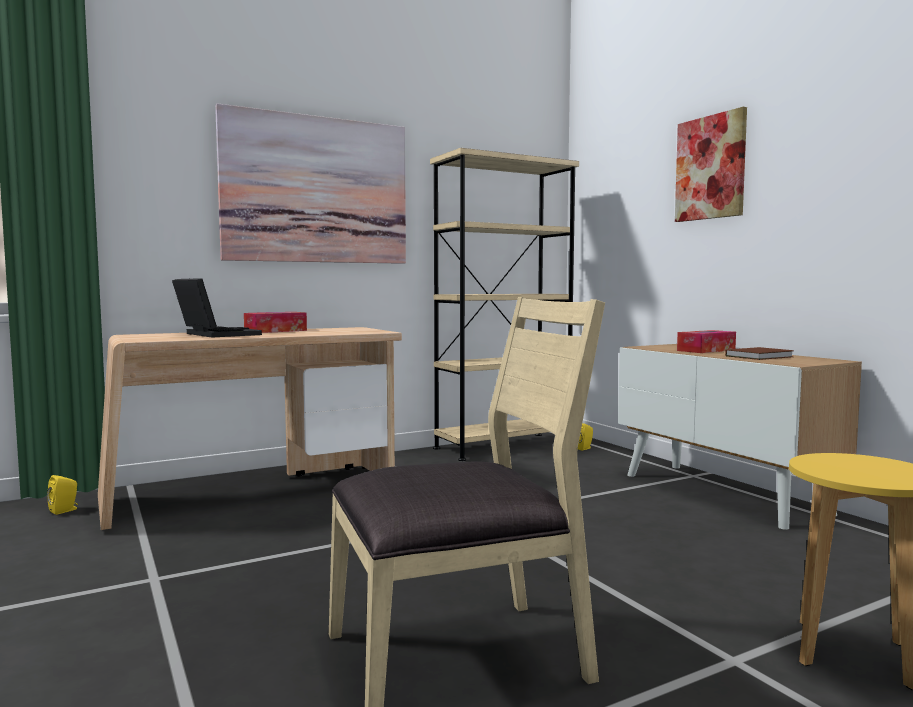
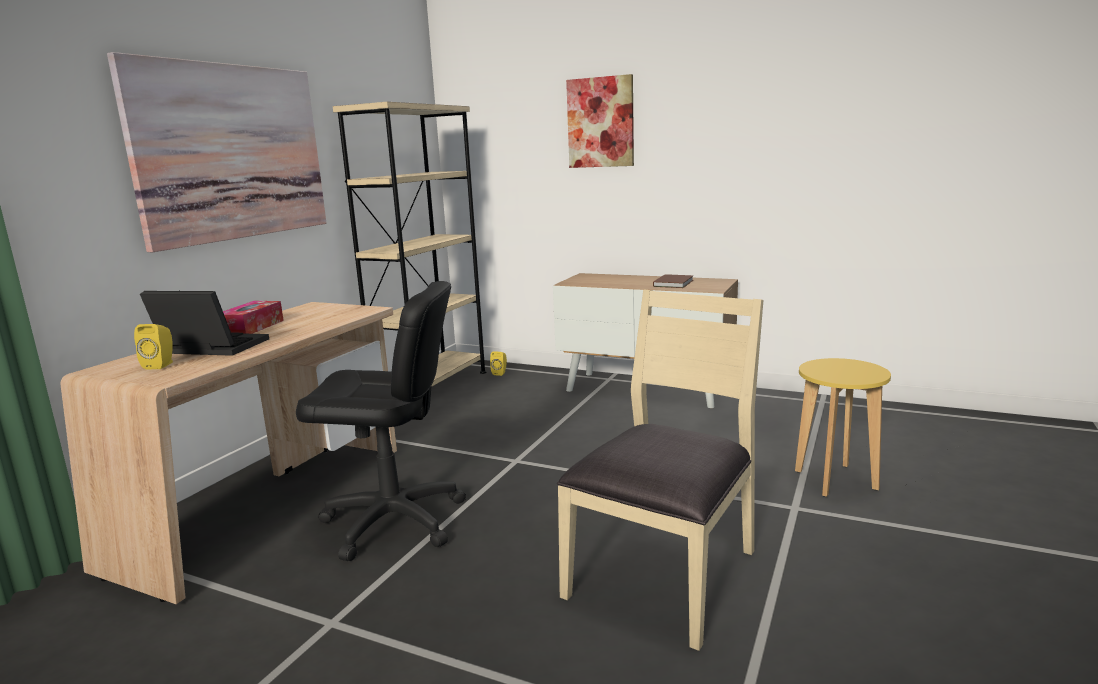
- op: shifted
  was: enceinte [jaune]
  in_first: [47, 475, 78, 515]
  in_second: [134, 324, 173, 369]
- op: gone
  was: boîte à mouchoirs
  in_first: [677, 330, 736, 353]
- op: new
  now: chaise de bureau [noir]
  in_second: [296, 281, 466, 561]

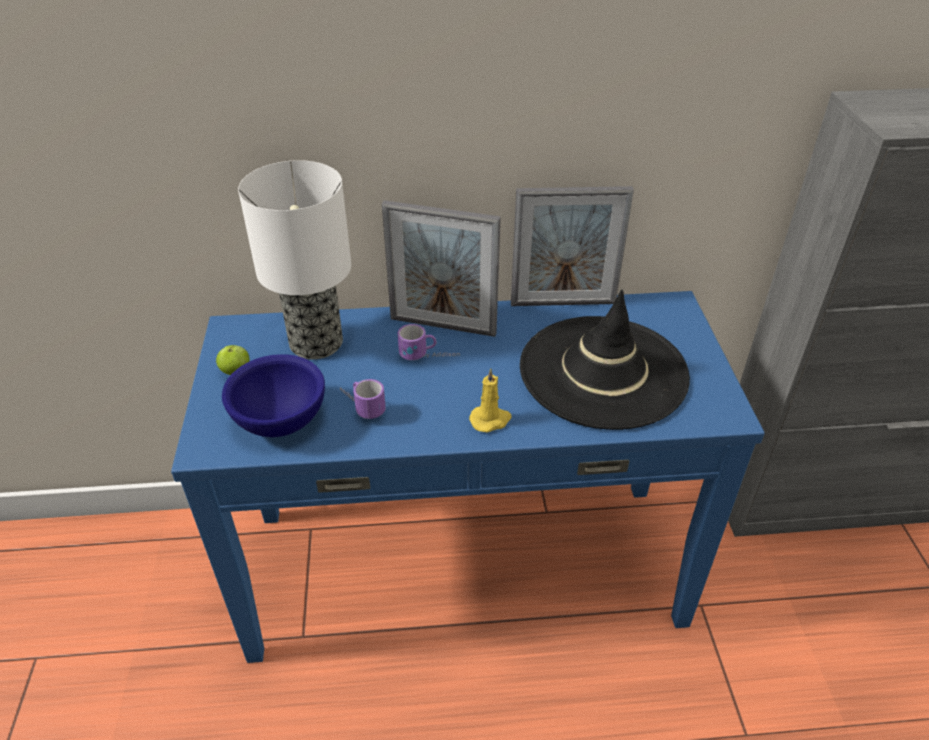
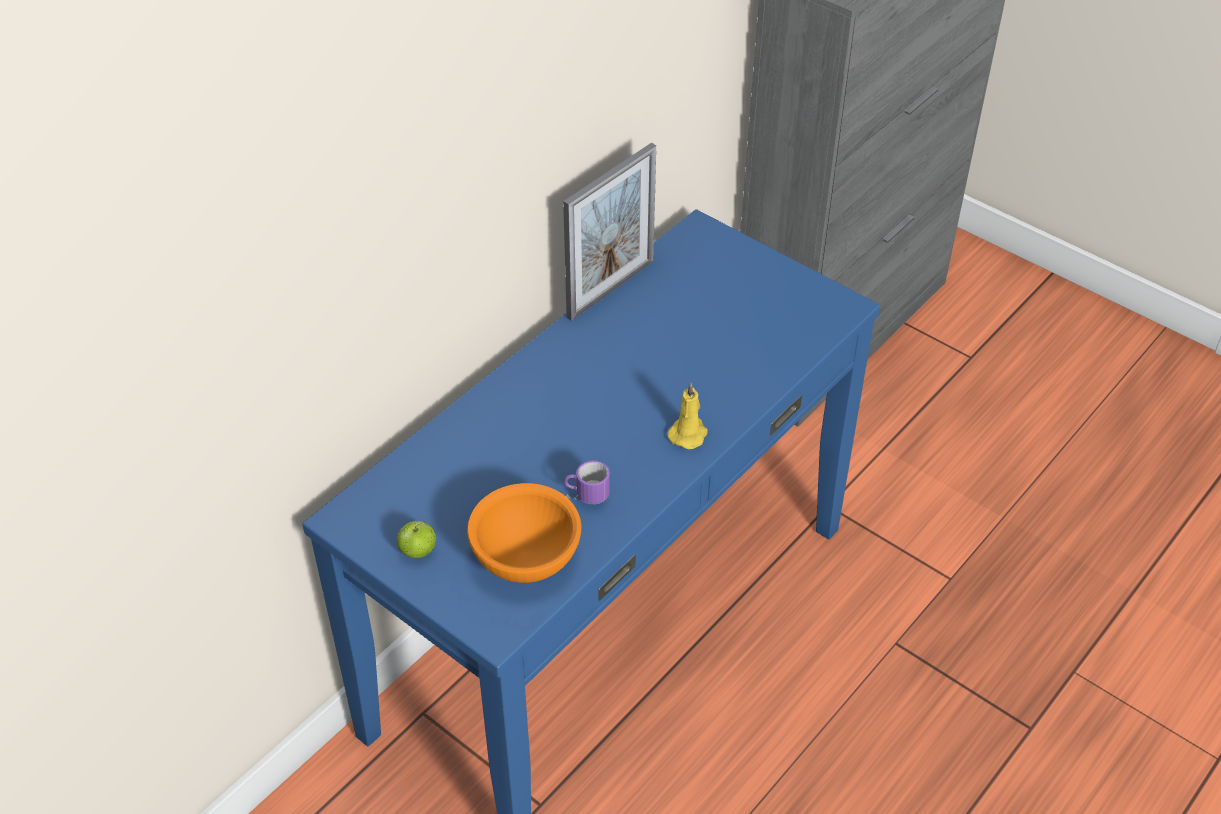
- op: repainted
  was: bol [bleu]
  now: bol [orange]
  in_first: [222, 354, 325, 437]
  in_second: [467, 483, 581, 583]
- op: gone
  was: lampe de table
  in_first: [238, 160, 351, 359]
- op: gone
  was: cadre photo
  in_first: [382, 200, 501, 337]
- op: gone
  was: mug
  in_first: [398, 324, 460, 360]
- op: gone
  was: chapeau [noir]
  in_first: [520, 290, 690, 430]

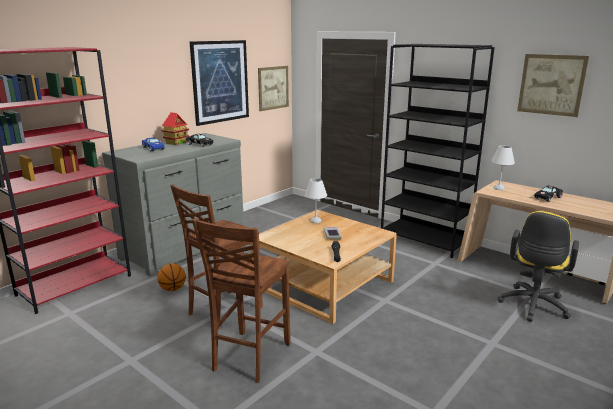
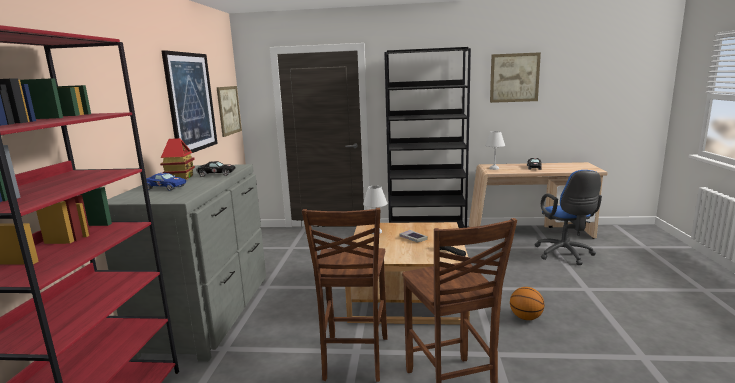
- op: shifted
  was: ballon de basket
  in_first: [157, 263, 186, 291]
  in_second: [510, 287, 544, 320]
- op: repainted
  was: chaise de bureau [jaune]
  now: chaise de bureau [bleu]
  in_first: [497, 211, 579, 322]
  in_second: [535, 170, 602, 265]

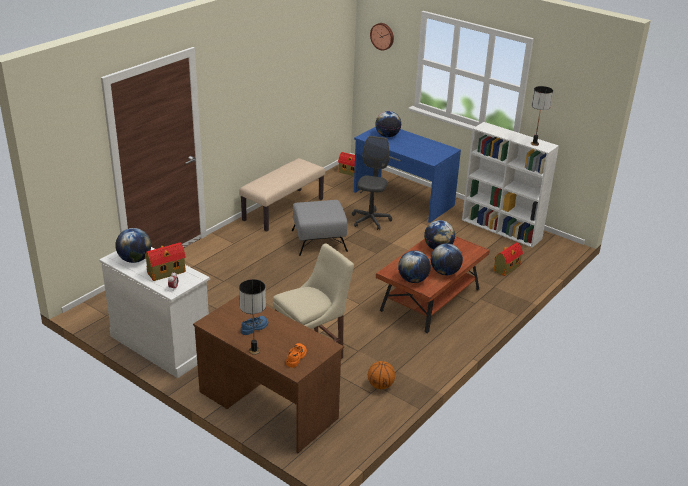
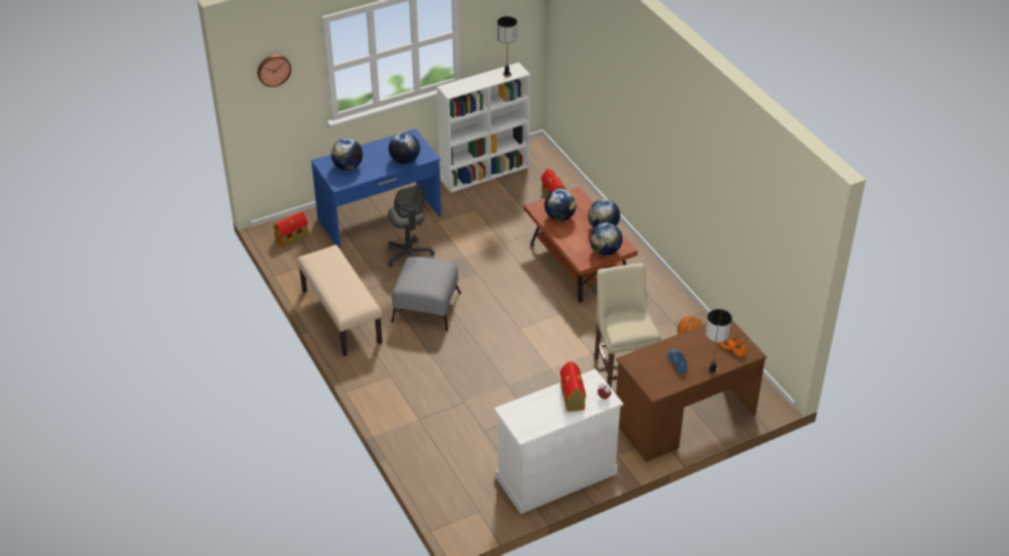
- op: shifted
  was: globe
  in_first: [115, 228, 151, 263]
  in_second: [389, 132, 420, 164]
- op: rotated
  was: chaise de bureau [gris]
  in_first: [352, 136, 392, 230]
  in_second: [388, 184, 435, 267]
  clockwise: -150

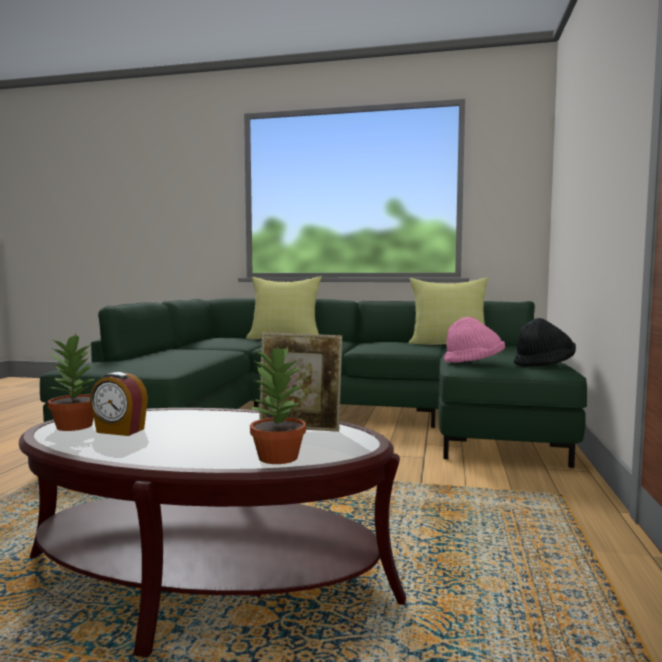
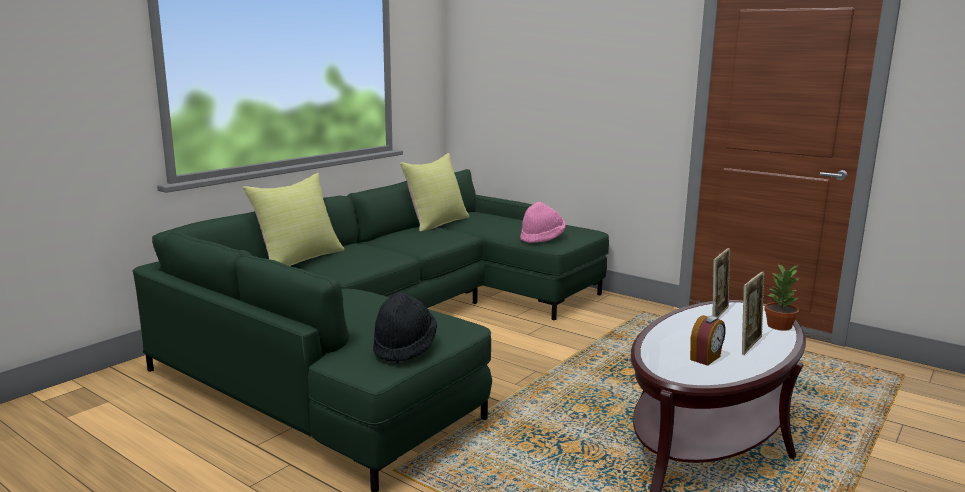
- op: gone
  was: plante en pot
  in_first: [48, 334, 94, 431]
- op: shifted
  was: chapeau [noir]
  in_first: [514, 318, 576, 367]
  in_second: [373, 292, 437, 363]
- op: new
  now: cadre photo
  in_second: [742, 272, 765, 355]

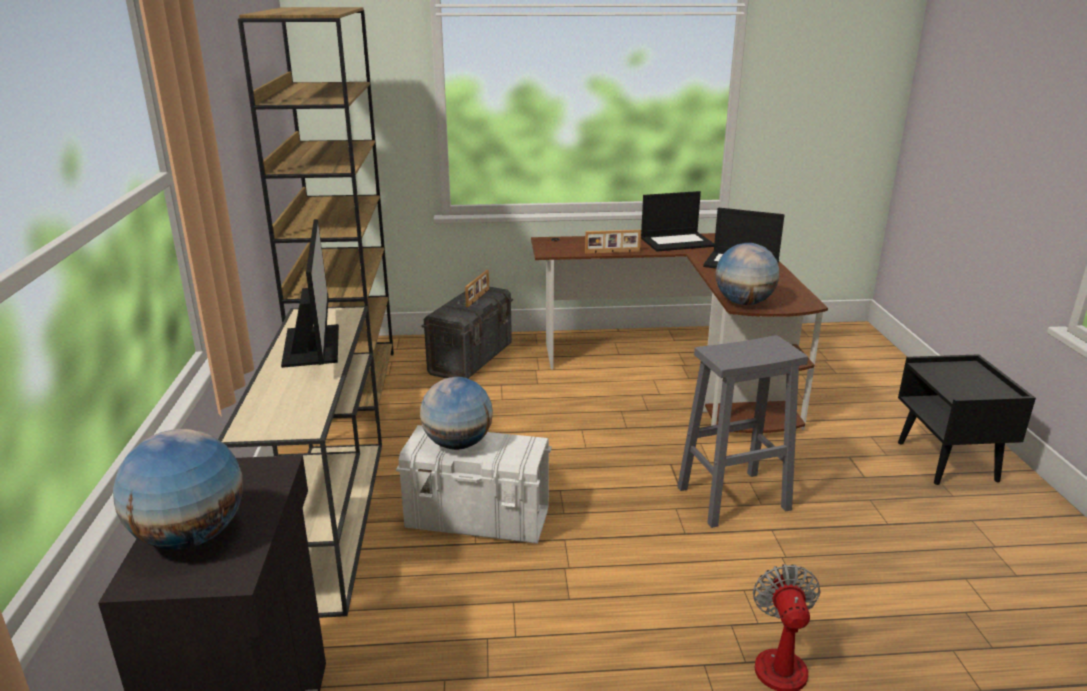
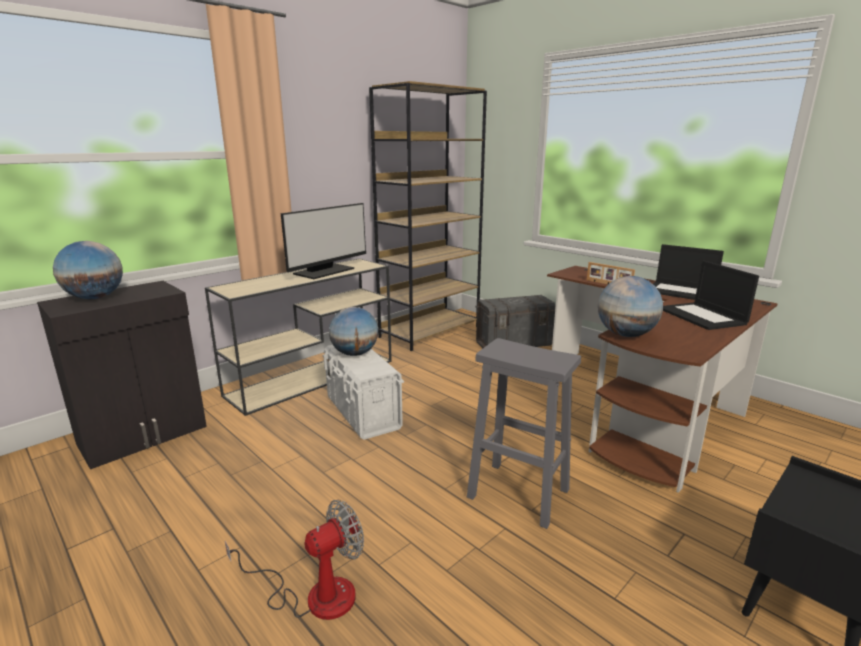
- op: gone
  was: cadre photo
  in_first: [465, 270, 489, 307]

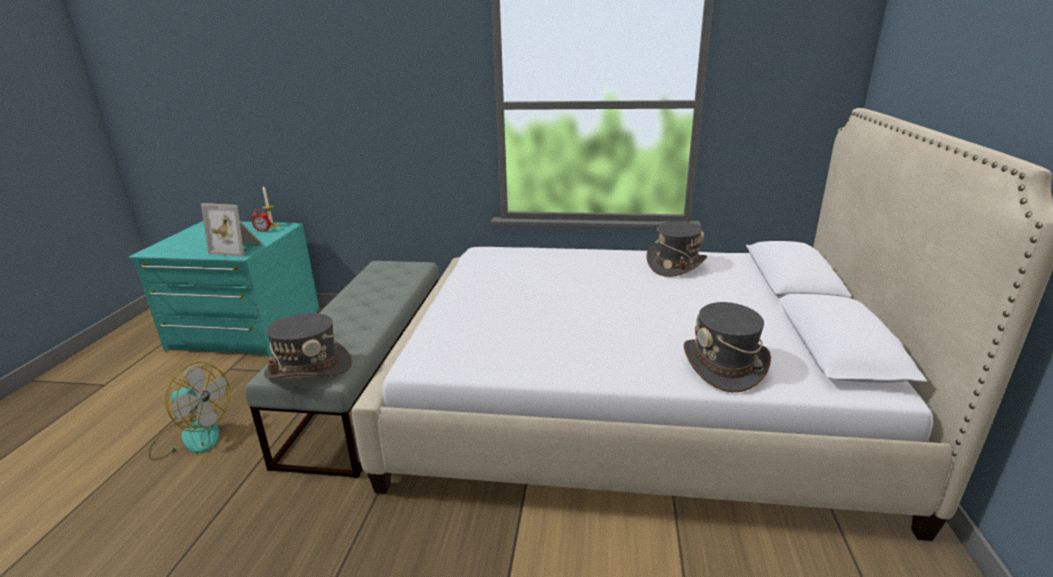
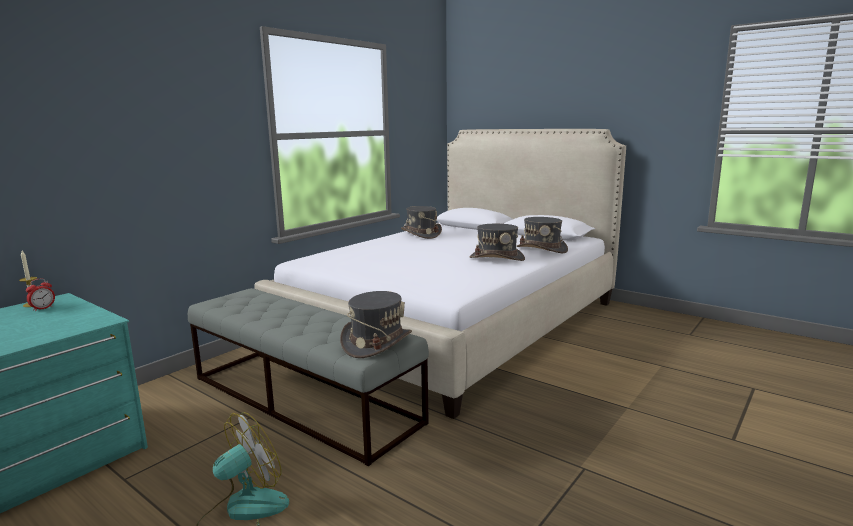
- op: gone
  was: cadre photo
  in_first: [201, 203, 262, 257]
- op: new
  now: chapeau [gris]
  in_second: [470, 224, 525, 261]

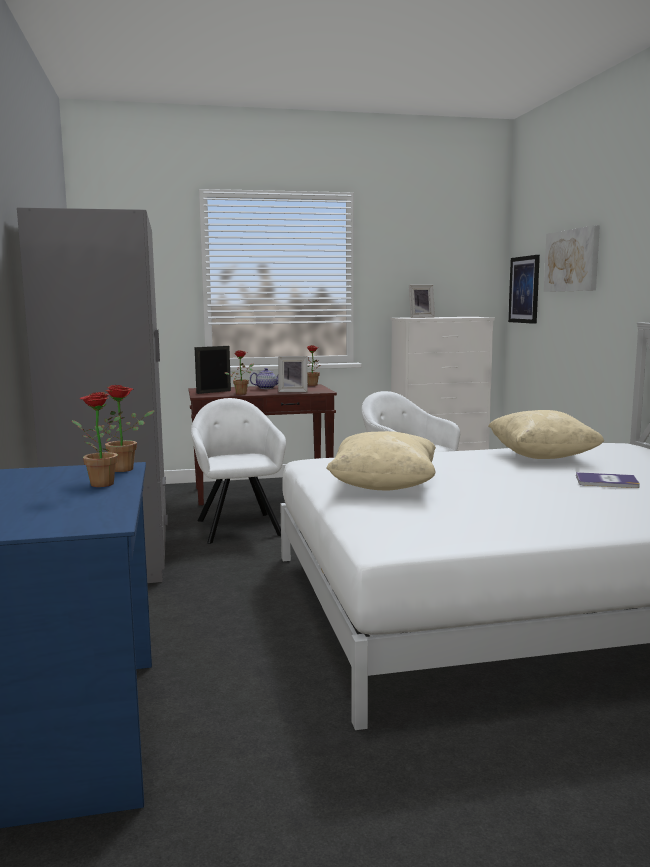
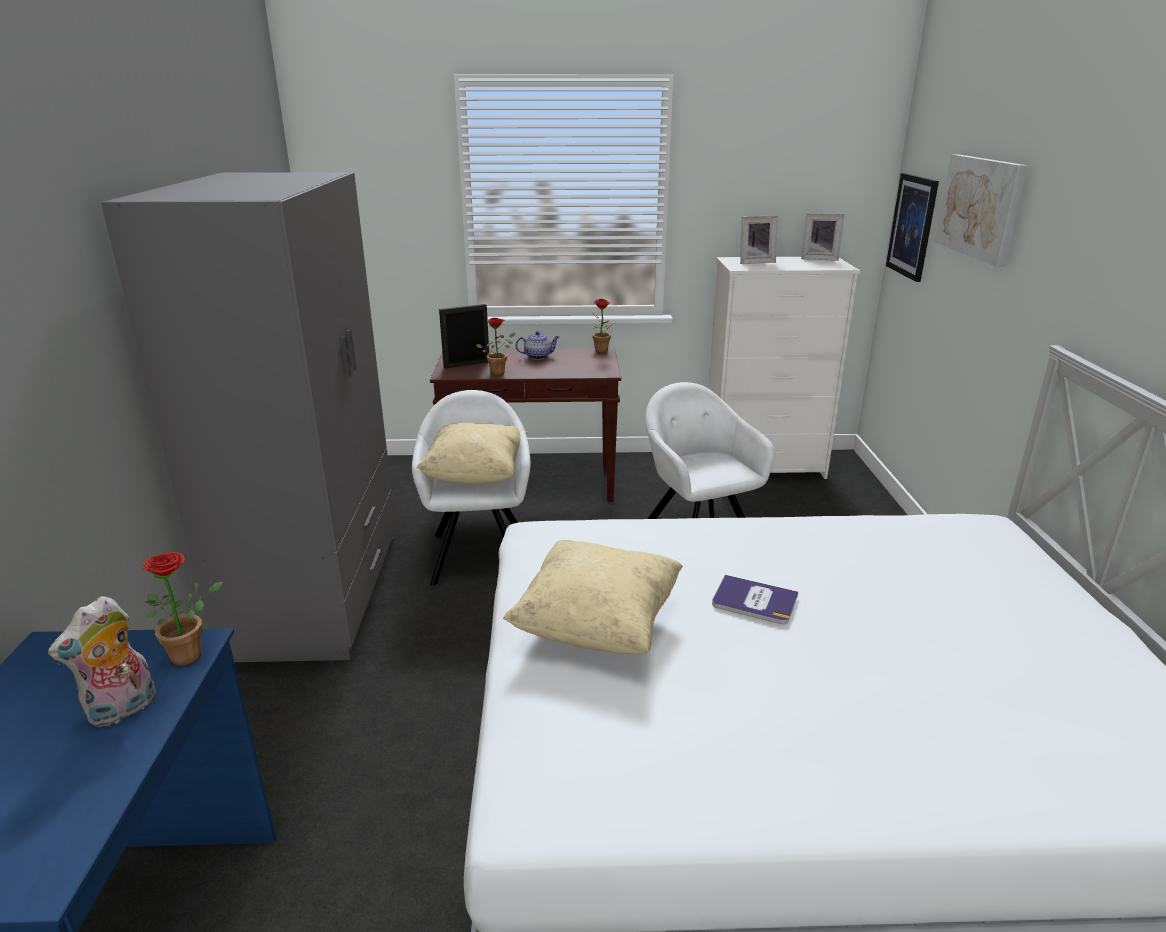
- op: swapped
  was: plante en pot
  now: peluche
  in_first: [72, 392, 120, 487]
  in_second: [48, 596, 156, 727]
- op: shifted
  was: cadre photo
  in_first: [278, 356, 307, 392]
  in_second: [801, 213, 844, 261]
- op: shifted
  was: coussin [beige]
  in_first: [488, 410, 604, 459]
  in_second: [417, 423, 528, 484]
- op: shifted
  was: livre
  in_first: [576, 472, 640, 488]
  in_second: [712, 575, 798, 624]

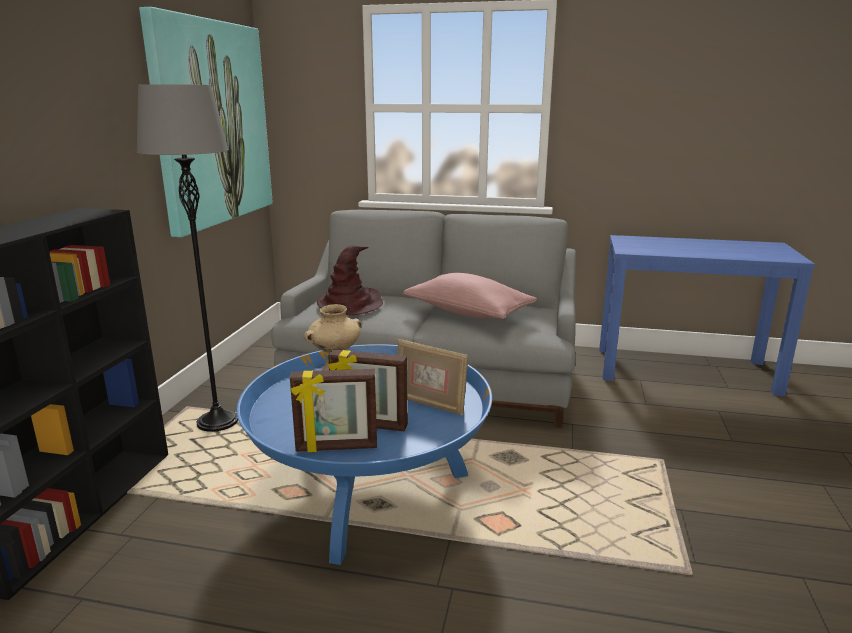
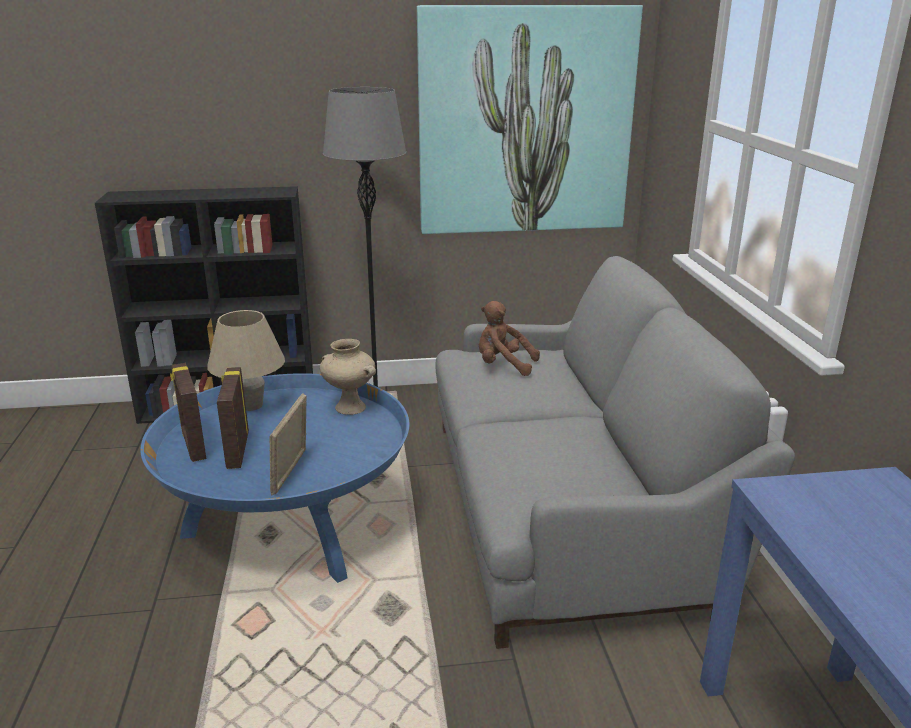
- op: swapped
  was: chapeau [marron]
  now: peluche [marron]
  in_first: [317, 245, 383, 315]
  in_second: [479, 301, 540, 376]
- op: gone
  was: coussin [rose]
  in_first: [403, 273, 537, 319]
- op: new
  now: lampe de table [beige]
  in_second: [207, 310, 285, 411]

